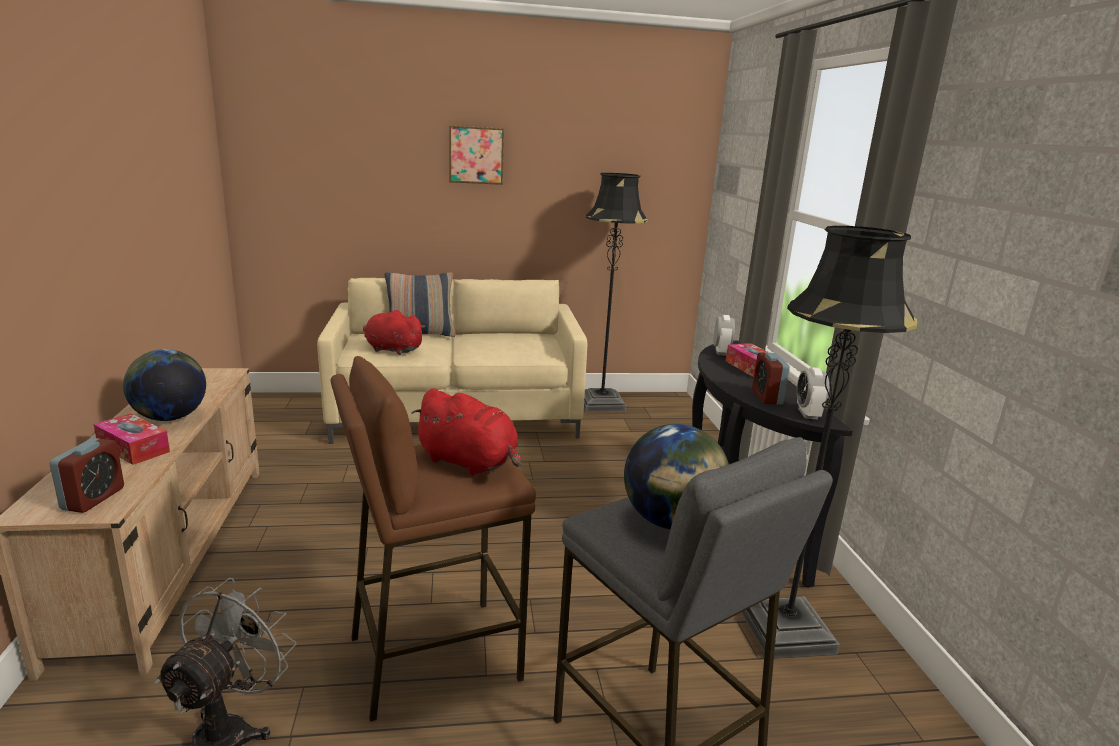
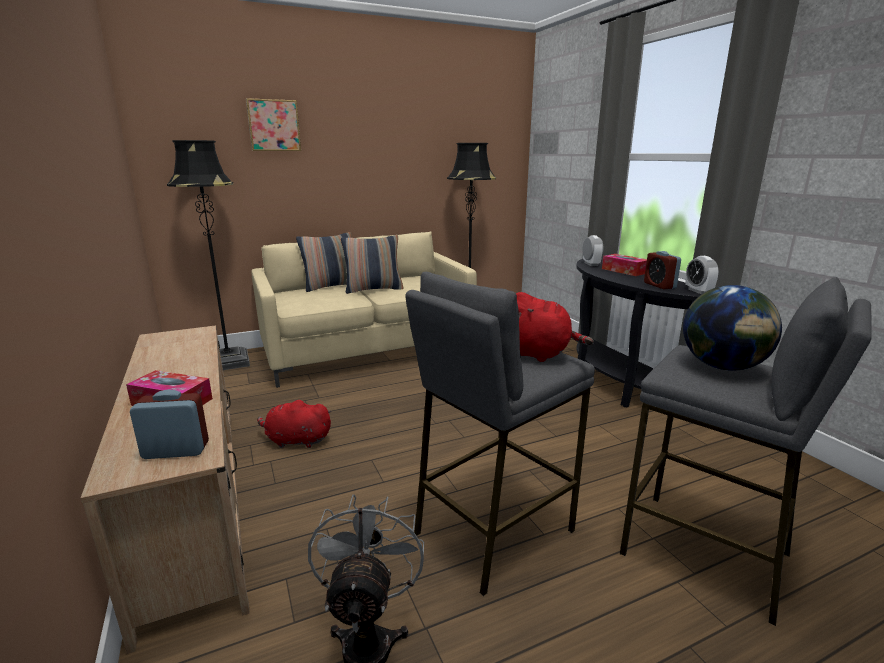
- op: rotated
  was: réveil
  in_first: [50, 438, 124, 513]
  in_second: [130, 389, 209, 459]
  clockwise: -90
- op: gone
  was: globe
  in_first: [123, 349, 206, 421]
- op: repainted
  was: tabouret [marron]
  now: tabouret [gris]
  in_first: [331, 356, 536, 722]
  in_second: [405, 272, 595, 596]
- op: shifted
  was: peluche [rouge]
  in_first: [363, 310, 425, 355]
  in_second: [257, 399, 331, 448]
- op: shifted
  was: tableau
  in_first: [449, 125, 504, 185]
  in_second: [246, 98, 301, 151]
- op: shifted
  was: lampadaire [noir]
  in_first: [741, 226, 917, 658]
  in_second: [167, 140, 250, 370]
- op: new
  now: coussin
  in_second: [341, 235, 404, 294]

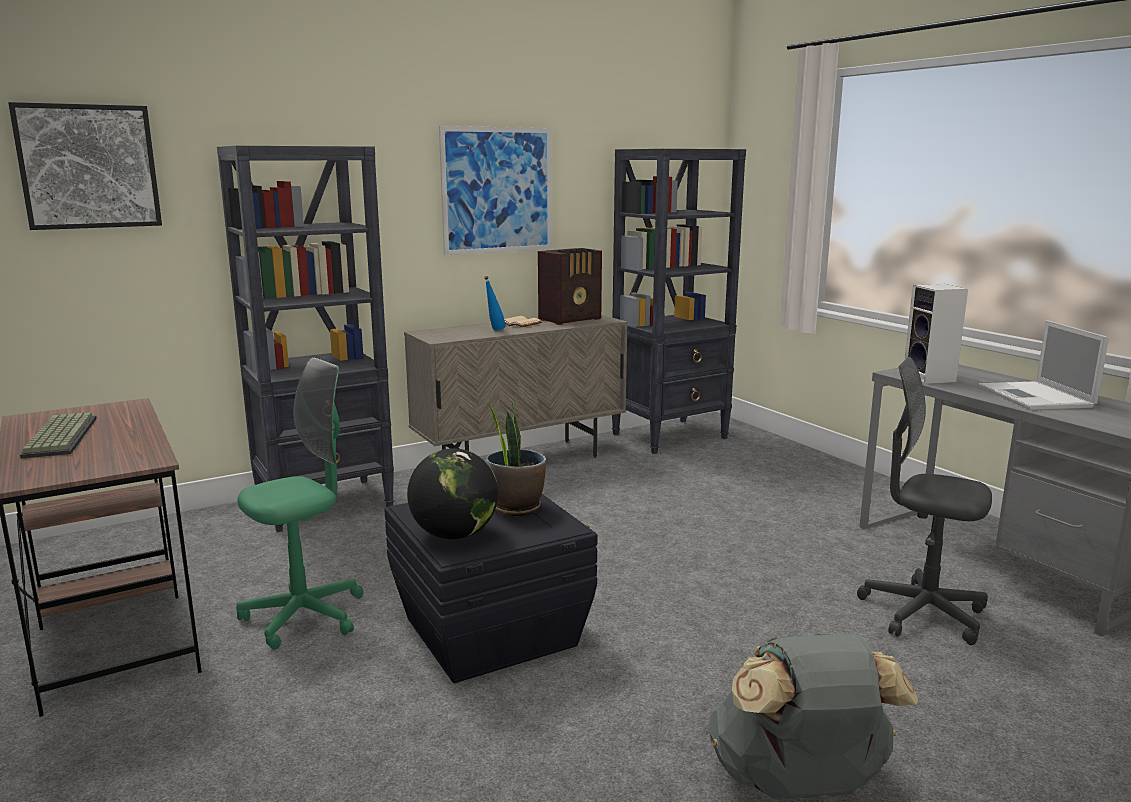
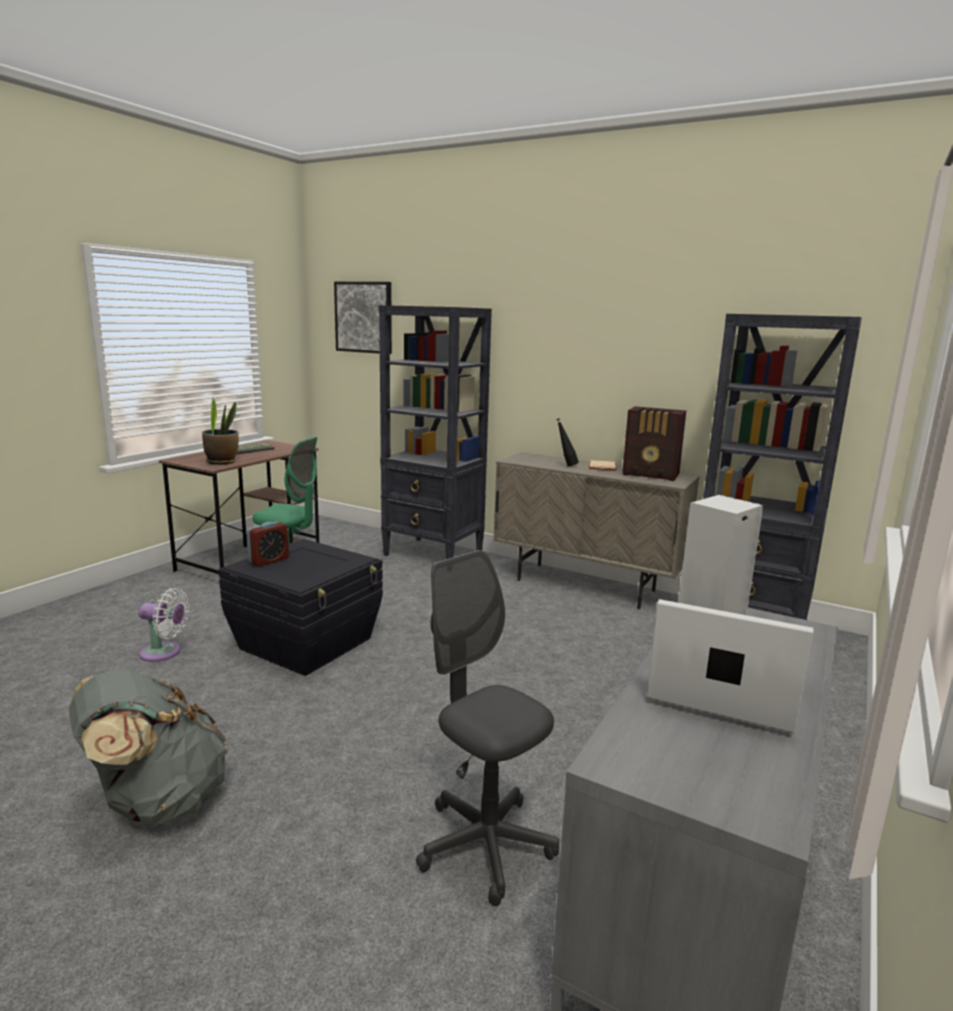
- op: swapped
  was: globe
  now: réveil
  in_first: [407, 448, 498, 539]
  in_second: [246, 521, 289, 566]
- op: gone
  was: tableau
  in_first: [439, 126, 552, 255]
- op: repainted
  was: bouteille [bleu]
  now: bouteille [noir]
  in_first: [484, 276, 506, 330]
  in_second: [556, 418, 579, 466]
- op: shifted
  was: plante en pot
  in_first: [486, 401, 546, 516]
  in_second: [202, 397, 239, 465]
- op: rotated
  was: chaise de bureau [gris]
  in_first: [857, 357, 992, 645]
  in_second: [416, 550, 559, 906]
  clockwise: -45
- op: rotated
  was: ordinateur portable
  in_first: [978, 320, 1109, 410]
  in_second: [647, 599, 813, 735]
  clockwise: 60
- op: new
  now: ventilateur [blanc]
  in_second: [139, 588, 189, 662]

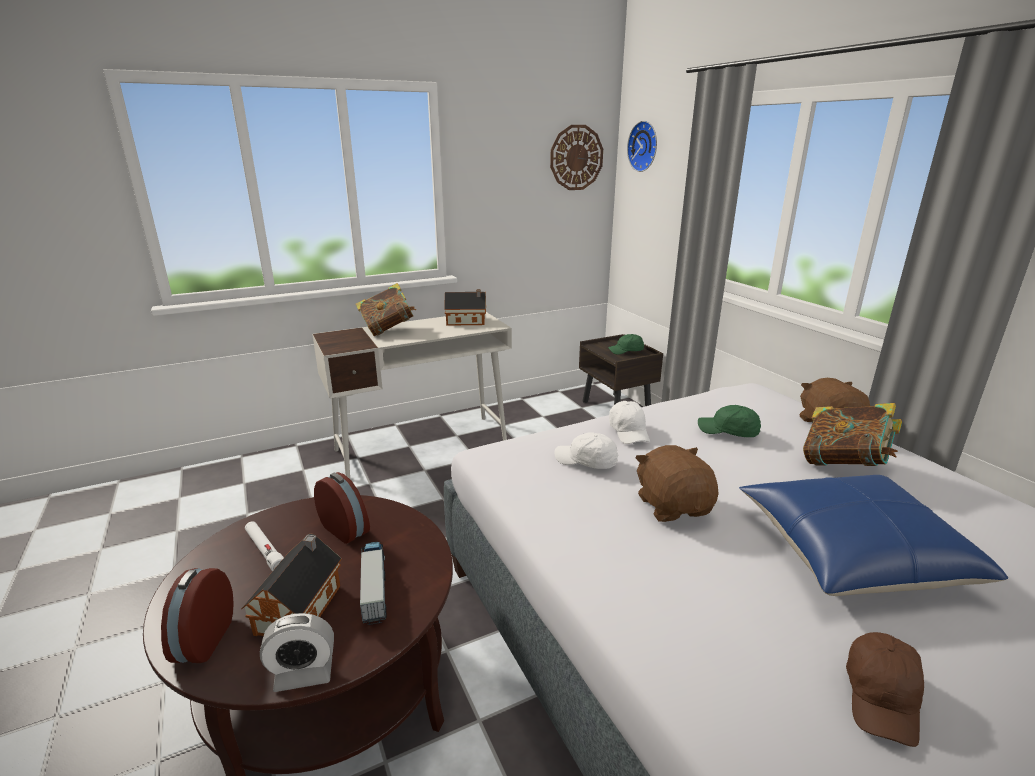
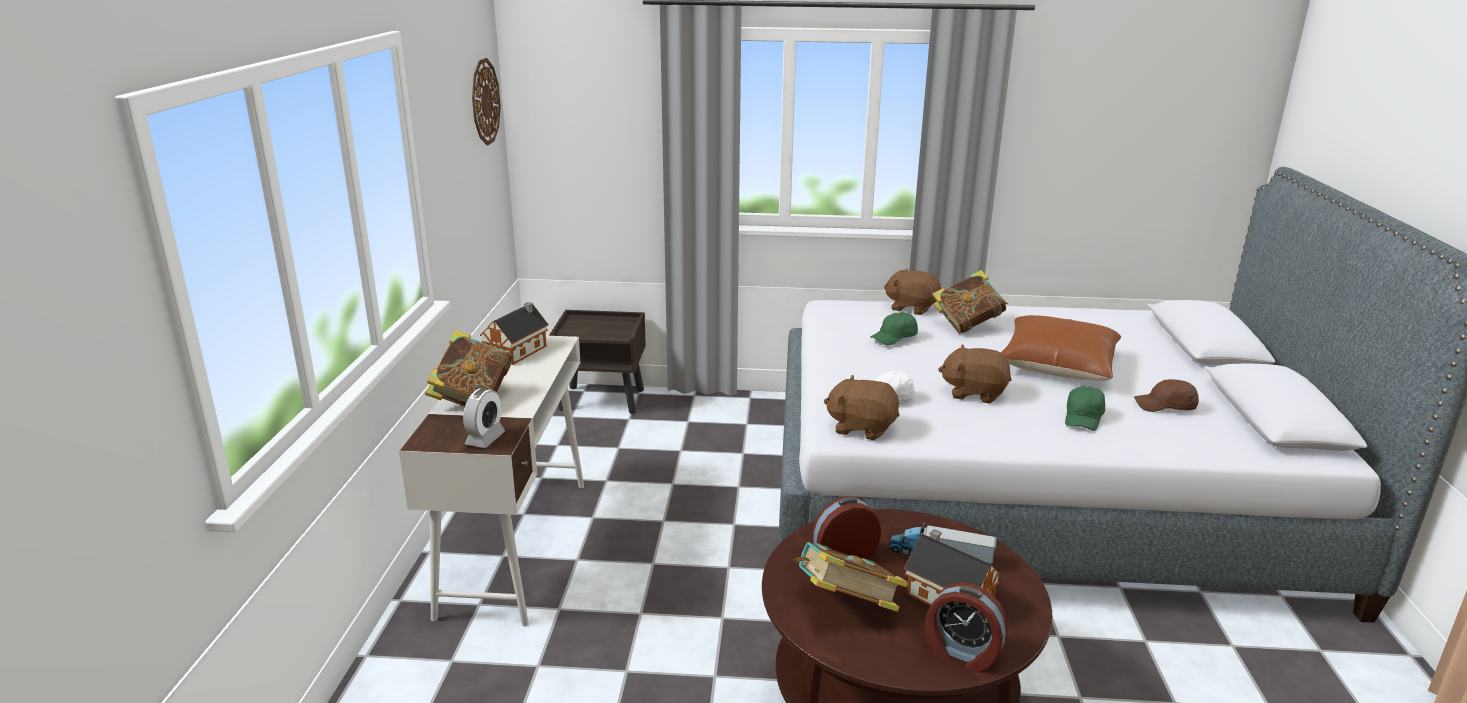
- op: swapped
  was: lampe de poche [blanc]
  now: livre
  in_first: [245, 521, 284, 571]
  in_second: [794, 542, 908, 612]
- op: shifted
  was: réveil
  in_first: [260, 613, 334, 692]
  in_second: [463, 388, 505, 448]
- op: shifted
  was: casquette [vert]
  in_first: [608, 334, 644, 355]
  in_second: [1065, 386, 1105, 431]
- op: gone
  was: casquette [blanc]
  in_first: [609, 401, 650, 444]
- op: gone
  was: horloge murale
  in_first: [627, 121, 657, 172]
- op: repainted
  was: coussin [bleu]
  now: coussin [marron]
  in_first: [739, 475, 1008, 596]
  in_second: [1001, 315, 1121, 381]
- op: rotated
  was: casquette [marron]
  in_first: [846, 632, 924, 747]
  in_second: [1134, 379, 1199, 412]
  clockwise: 135
- op: new
  now: peluche [marron]
  in_second: [824, 375, 900, 440]

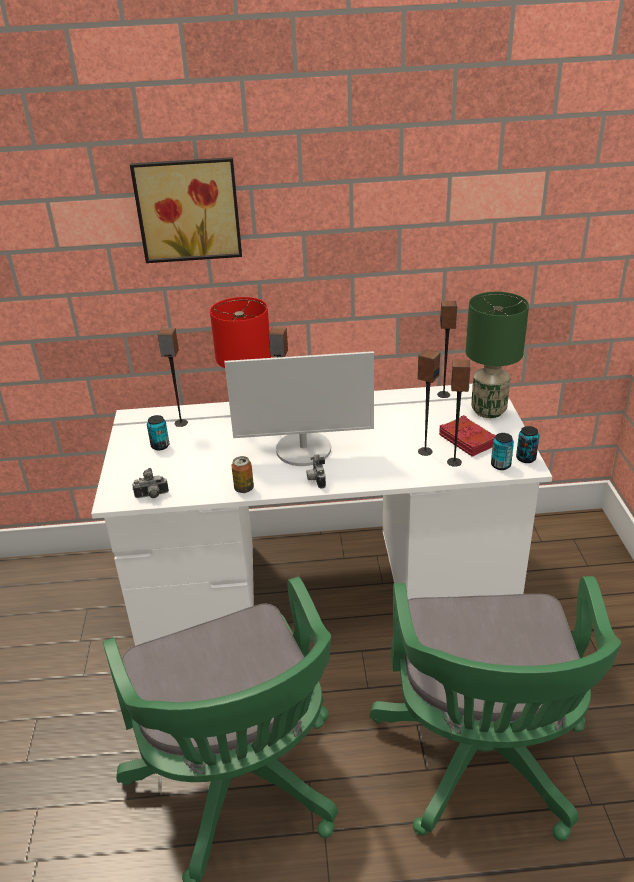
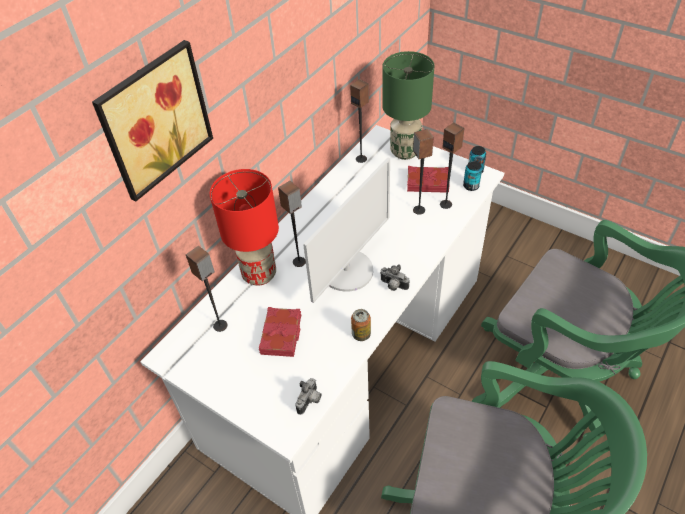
- op: gone
  was: boîte métallique
  in_first: [147, 415, 169, 450]
- op: new
  now: livre [rouge]
  in_second: [259, 307, 301, 357]

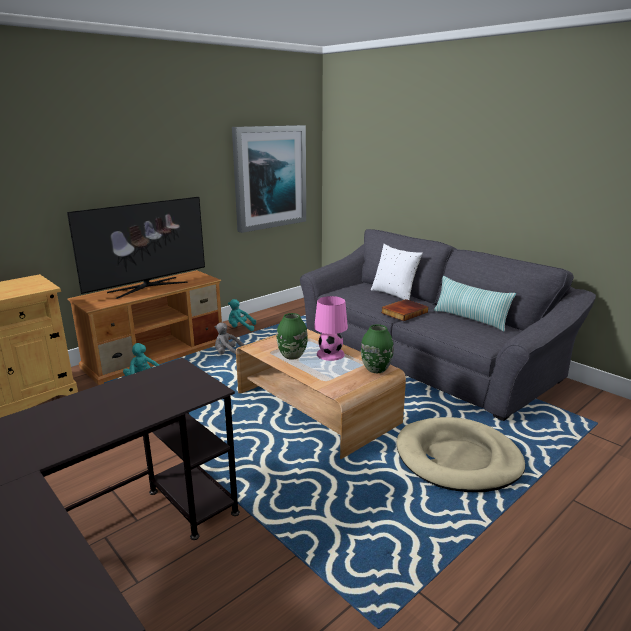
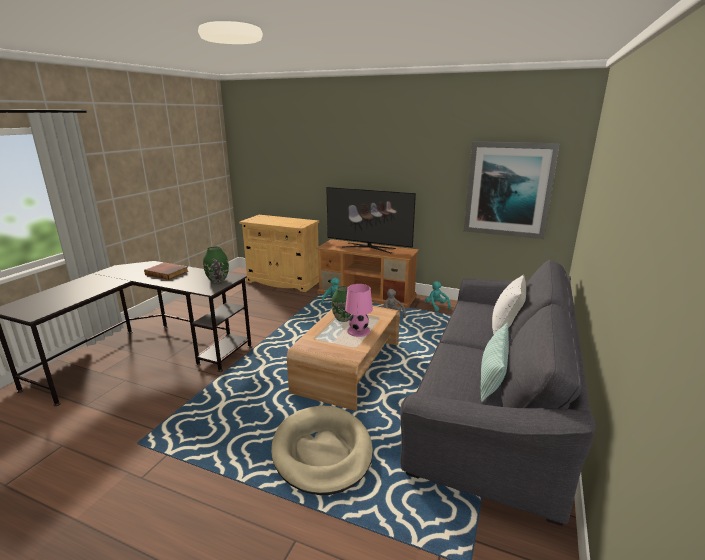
- op: shifted
  was: vase [vert]
  in_first: [361, 324, 394, 374]
  in_second: [203, 246, 229, 283]
- op: shifted
  was: livre
  in_first: [381, 299, 428, 321]
  in_second: [144, 262, 189, 280]

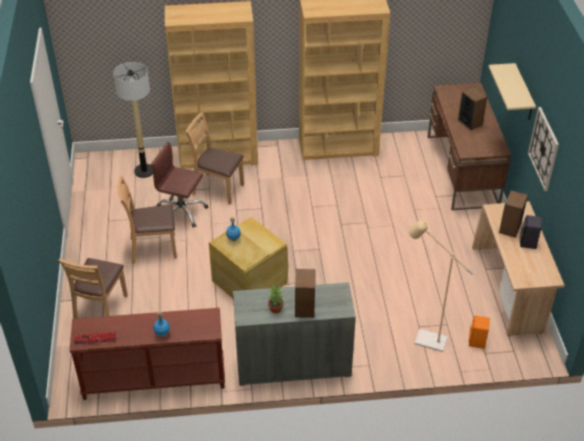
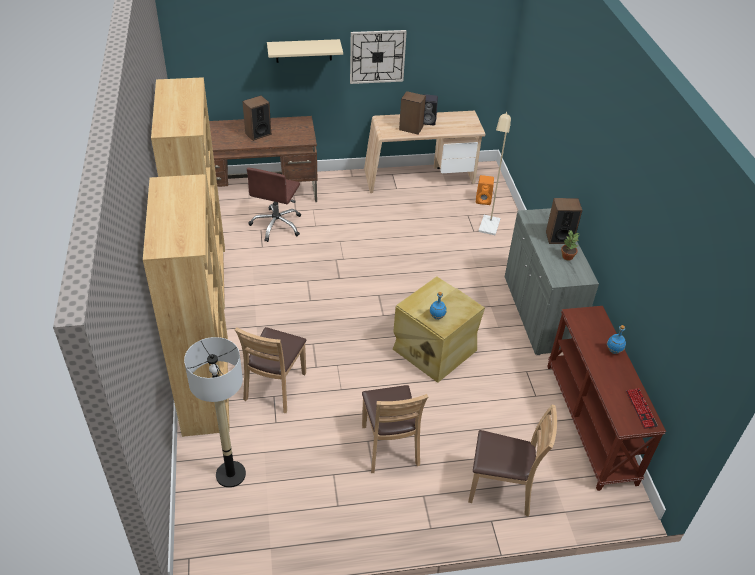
- op: shifted
  was: chaise de bureau [marron]
  in_first: [151, 141, 208, 228]
  in_second: [247, 168, 301, 242]

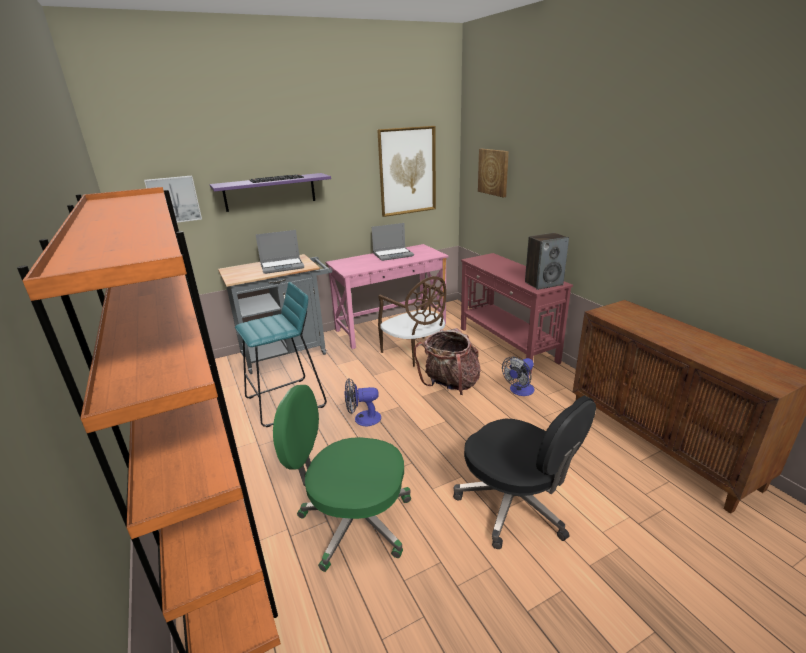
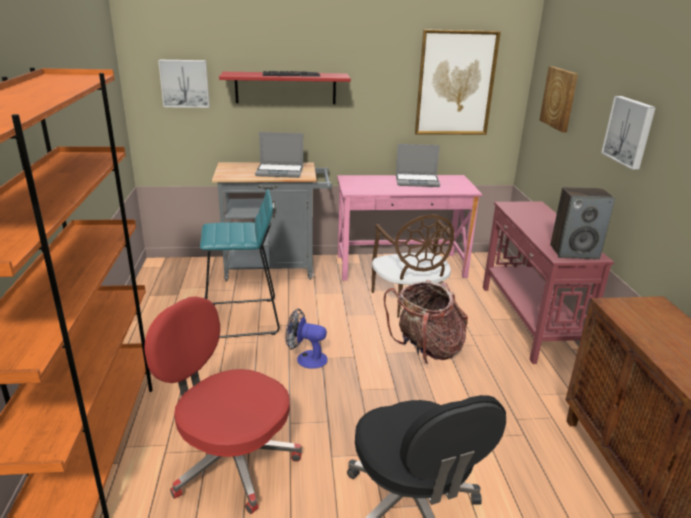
- op: repainted
  was: étagère [violet]
  now: étagère [rouge]
  in_first: [209, 173, 331, 212]
  in_second: [219, 72, 351, 104]
- op: repainted
  was: chaise de bureau [vert]
  now: chaise de bureau [rouge]
  in_first: [273, 385, 411, 572]
  in_second: [144, 296, 302, 514]
- op: gone
  was: ventilateur
  in_first: [502, 357, 534, 396]
- op: new
  now: tableau
  in_second: [601, 96, 656, 170]

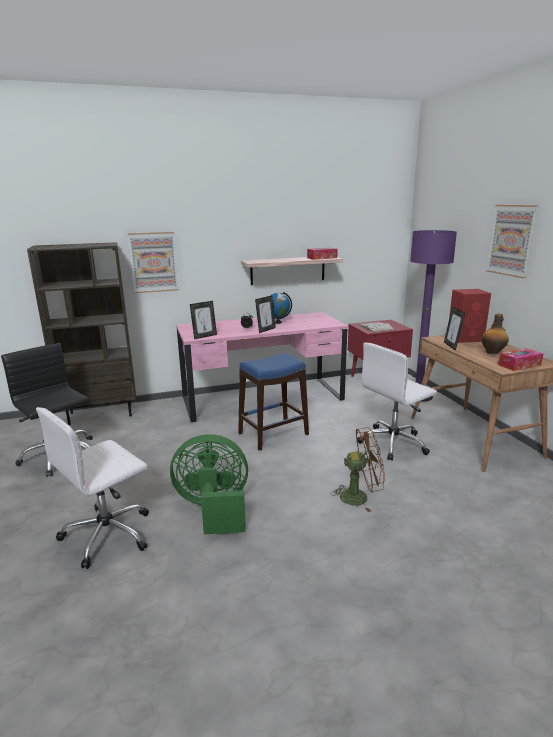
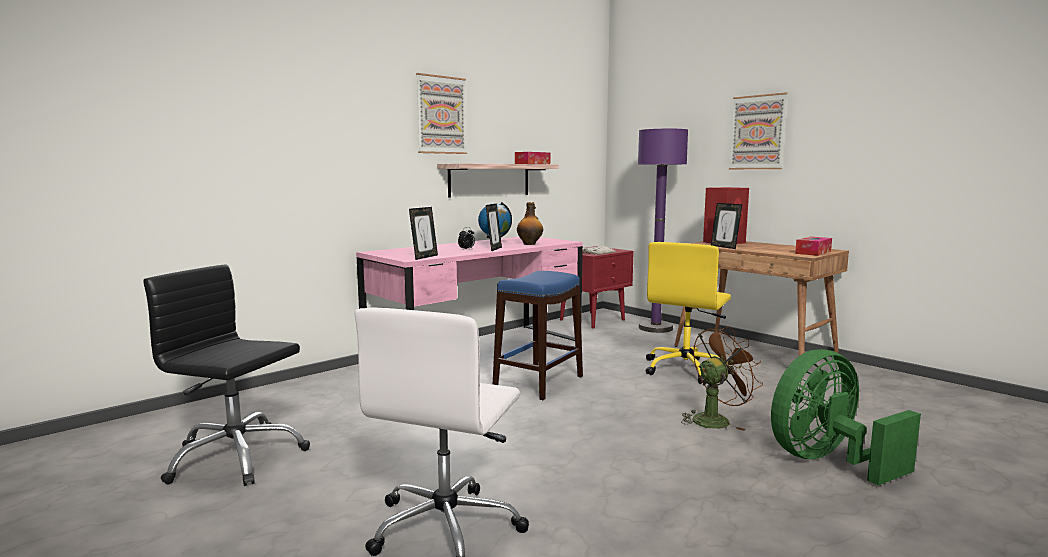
- op: gone
  was: bibliothèque [marron]
  in_first: [27, 242, 136, 425]
- op: shifted
  was: tableau
  in_first: [128, 232, 179, 293]
  in_second: [416, 73, 467, 154]
- op: shifted
  was: ventilateur [vert]
  in_first: [170, 434, 248, 534]
  in_second: [771, 349, 921, 486]
- op: repainted
  was: chaise de bureau [blanc]
  now: chaise de bureau [jaune]
  in_first: [357, 343, 437, 460]
  in_second: [646, 242, 733, 384]
- op: shifted
  was: bouteille
  in_first: [481, 314, 509, 354]
  in_second: [517, 202, 543, 245]

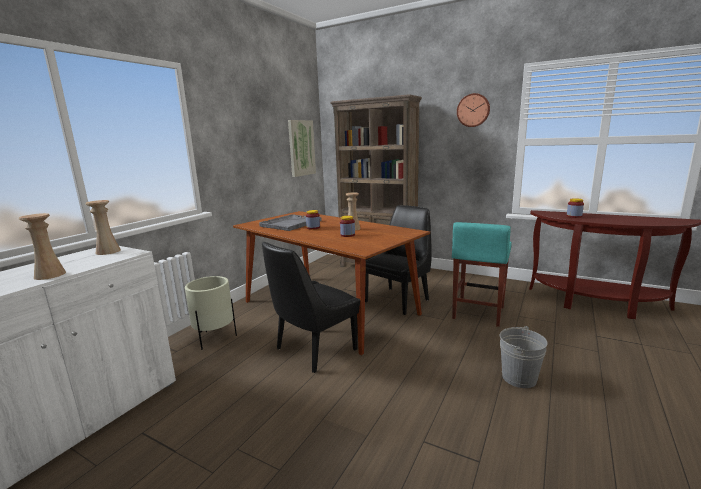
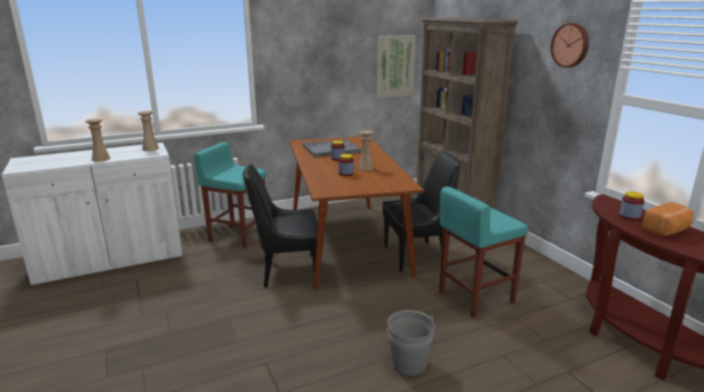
- op: swapped
  was: cache-pot [beige]
  now: tabouret [turquoise]
  in_first: [185, 276, 237, 350]
  in_second: [194, 142, 266, 249]
- op: new
  now: pain
  in_second: [642, 202, 694, 236]

